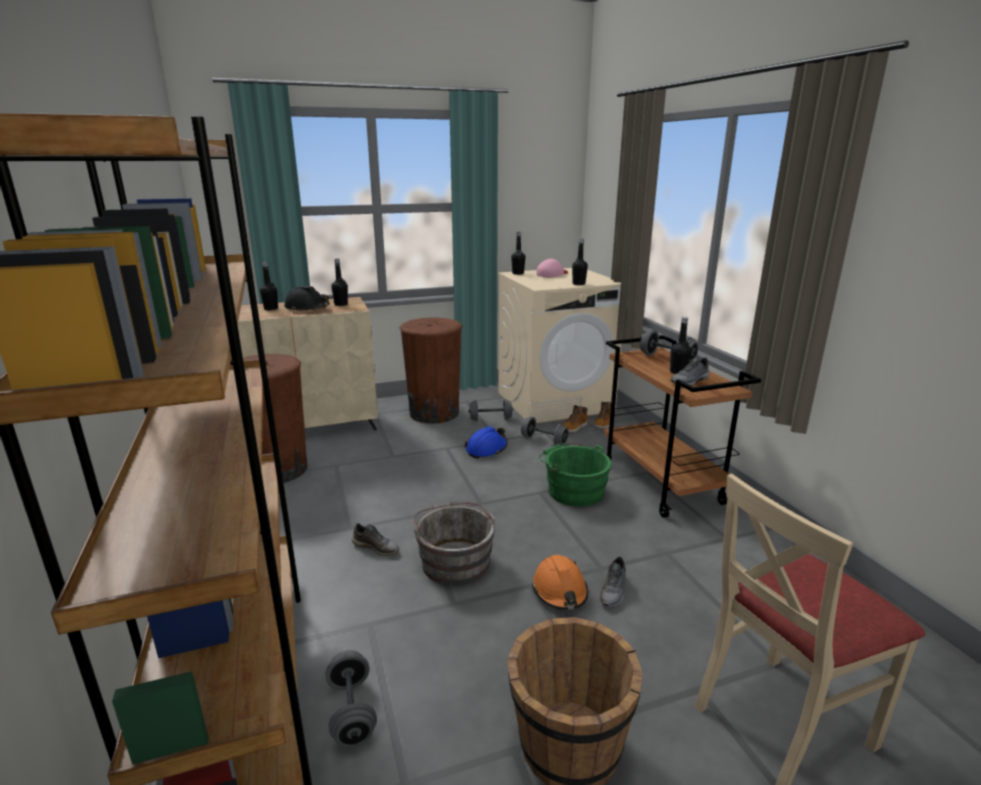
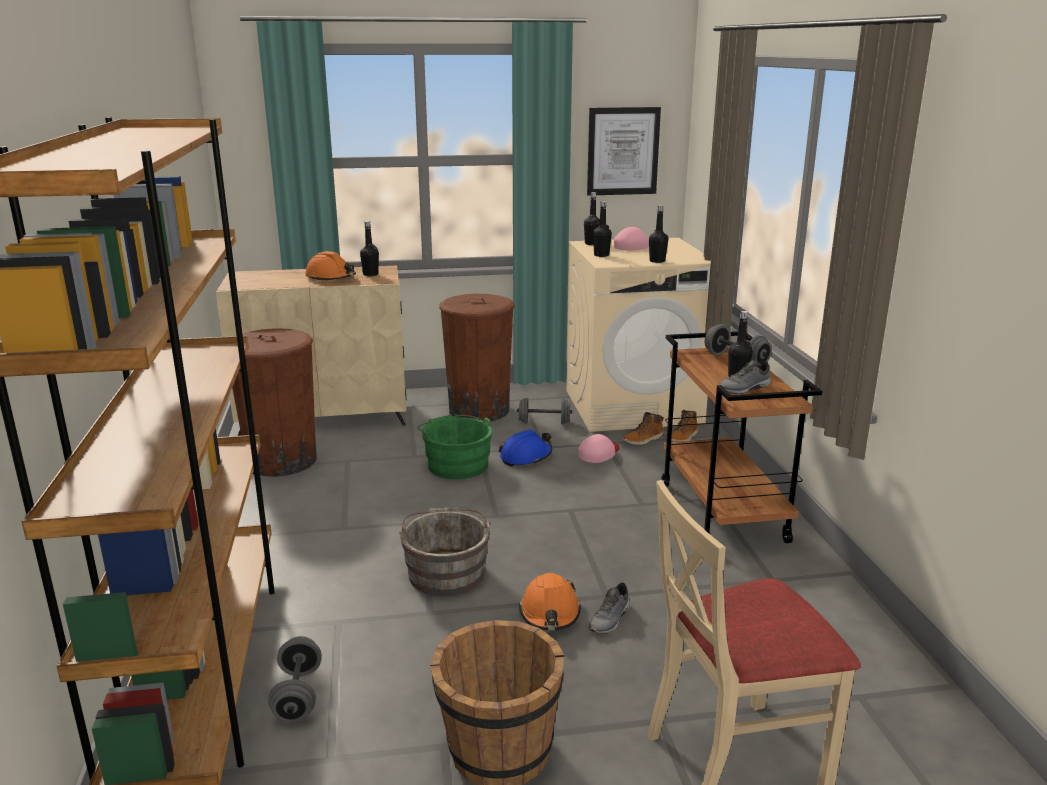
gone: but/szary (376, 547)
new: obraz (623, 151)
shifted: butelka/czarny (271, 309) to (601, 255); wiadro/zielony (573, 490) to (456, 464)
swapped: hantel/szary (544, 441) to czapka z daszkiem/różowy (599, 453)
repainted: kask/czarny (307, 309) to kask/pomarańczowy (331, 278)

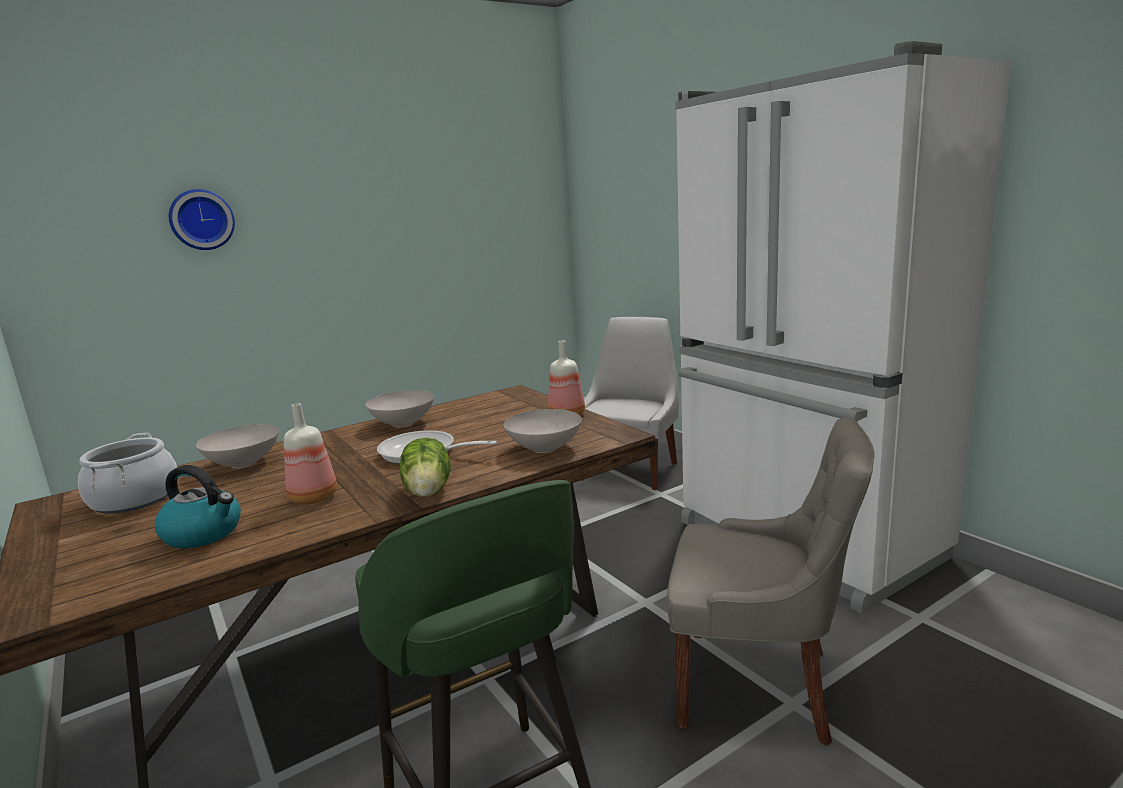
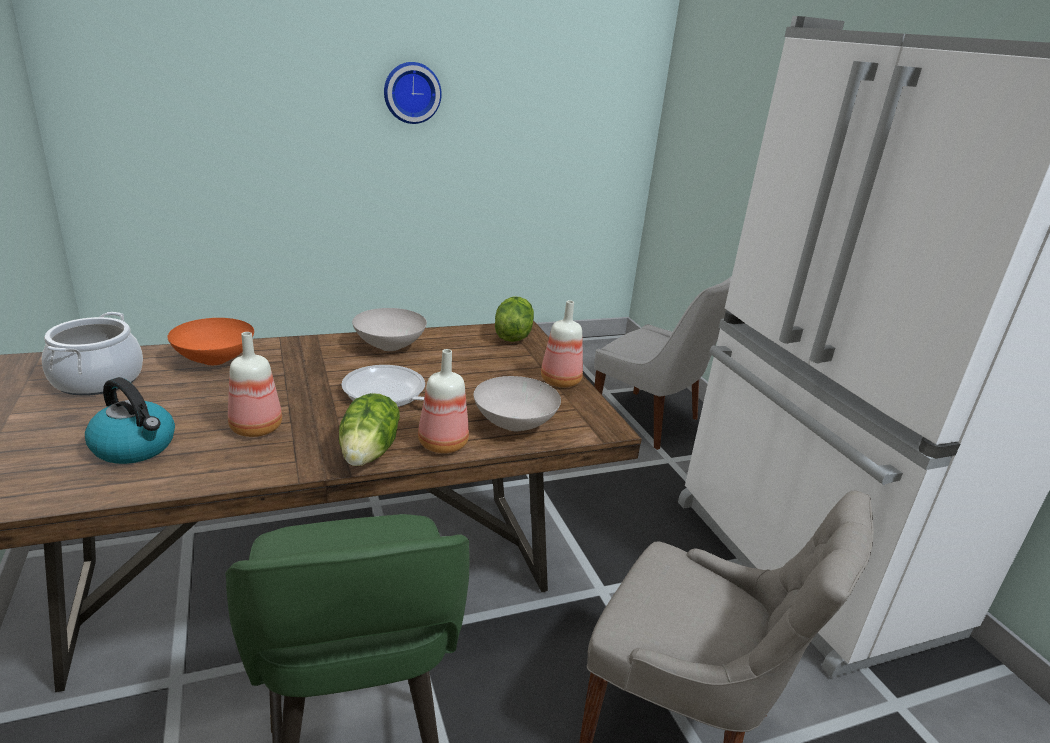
new: sałata (512, 335); butelka (443, 445)
shifted: zegar ścienny (201, 220) to (411, 92)
repainted: miska/biały (243, 464) to miska/pomarańczowy (214, 360)
rotated: krzesło/biały (631, 470) = (649, 421) 90 degrees clockwise

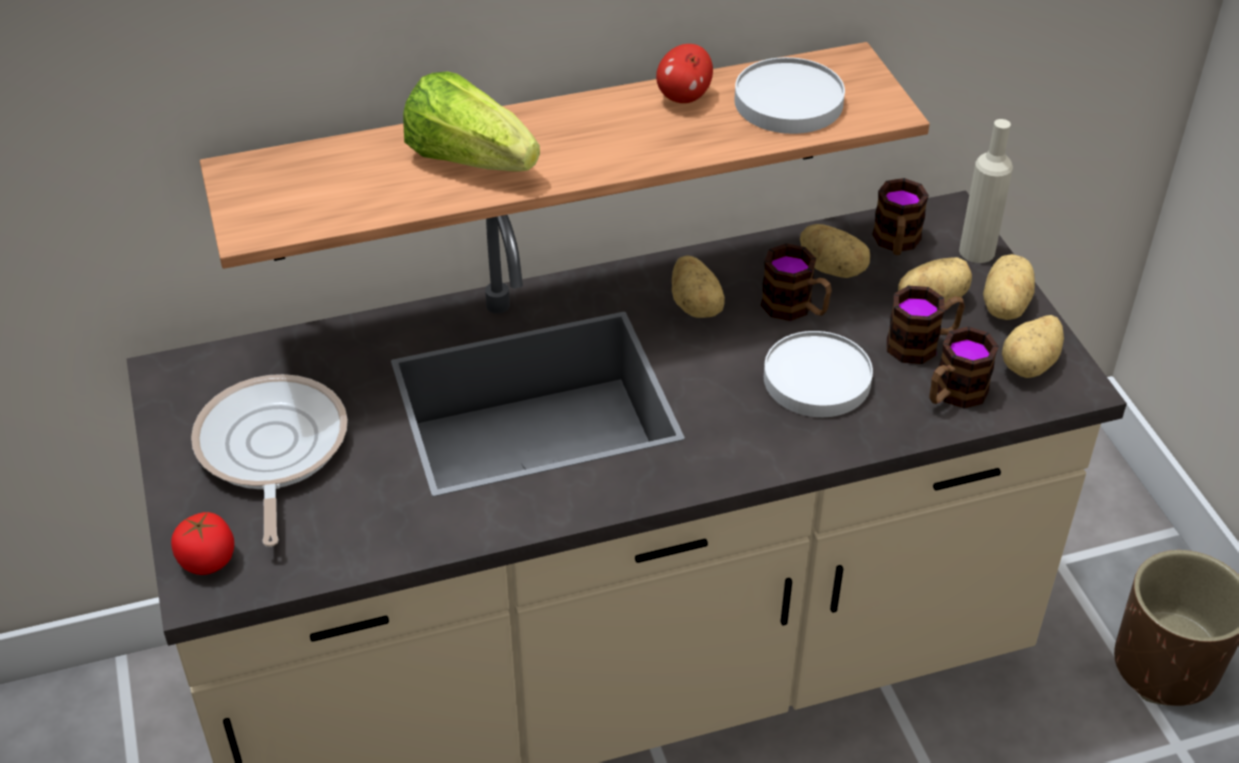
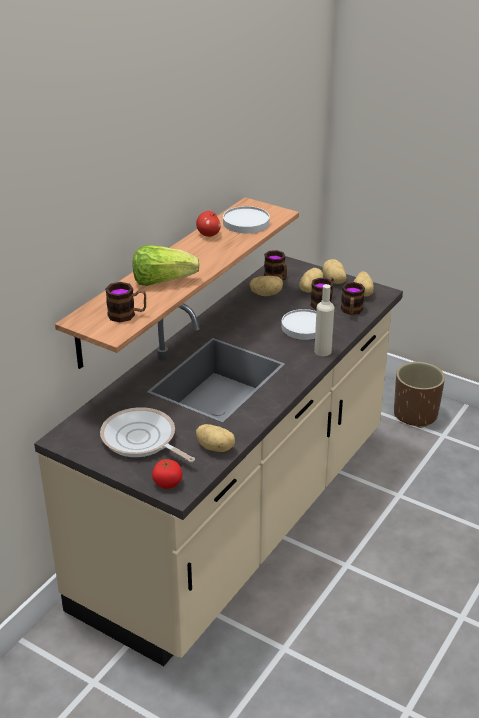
shifted: butelka/beżowy (977, 251) to (322, 351); kubek (795, 308) to (127, 315); ziemniak (697, 306) to (216, 447)

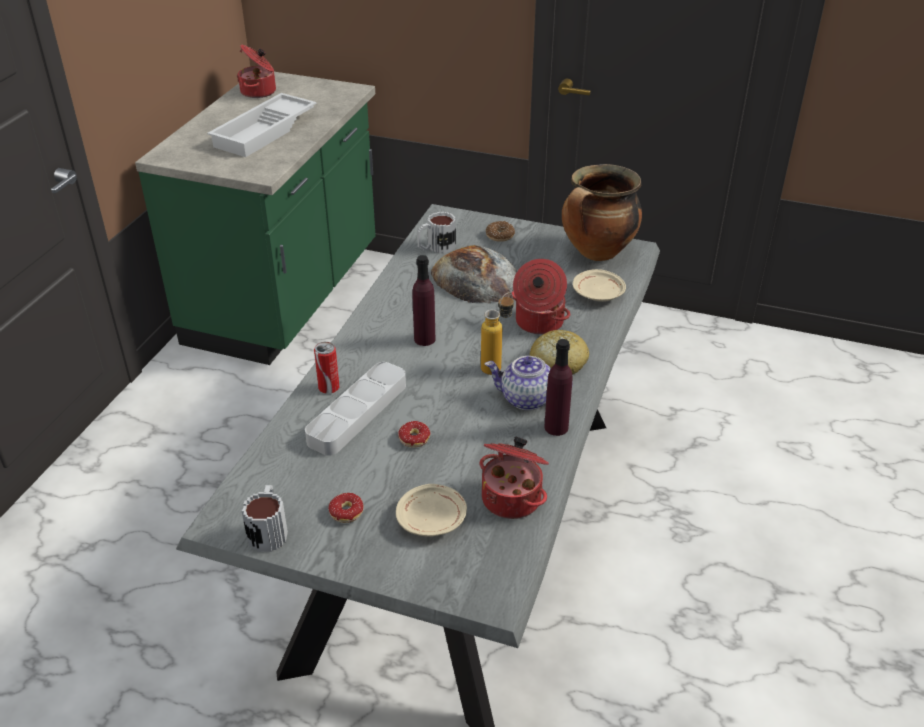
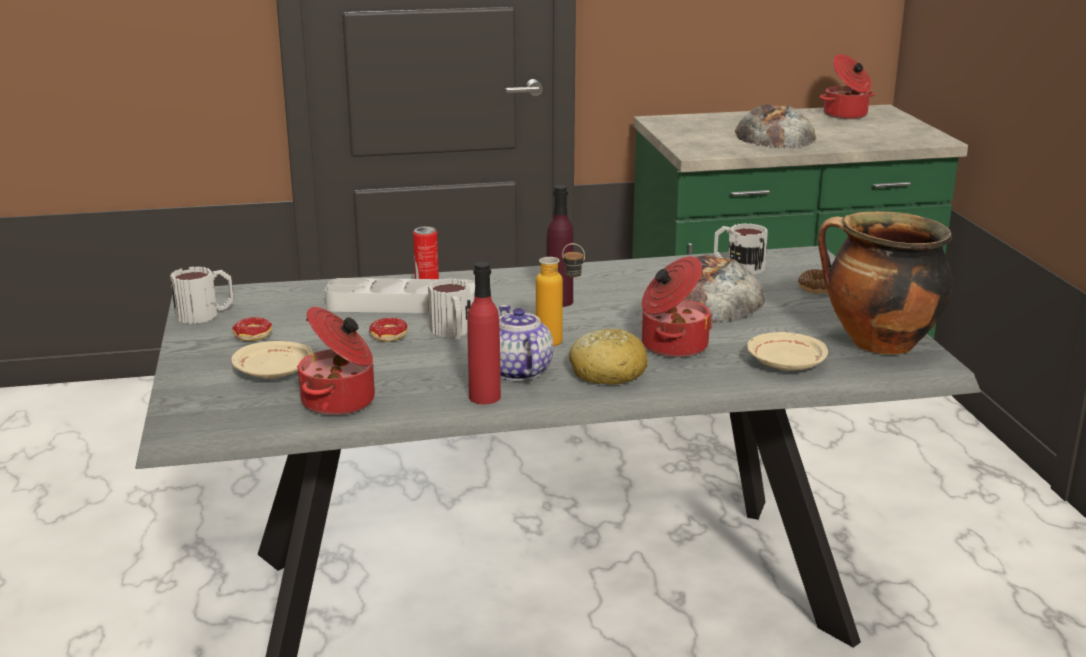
new: kubek (452, 332)
swapped: taca/biały (265, 132) to chleb (774, 135)
repainted: butelka/fioletowy (556, 427) to butelka/czerwony (484, 397)

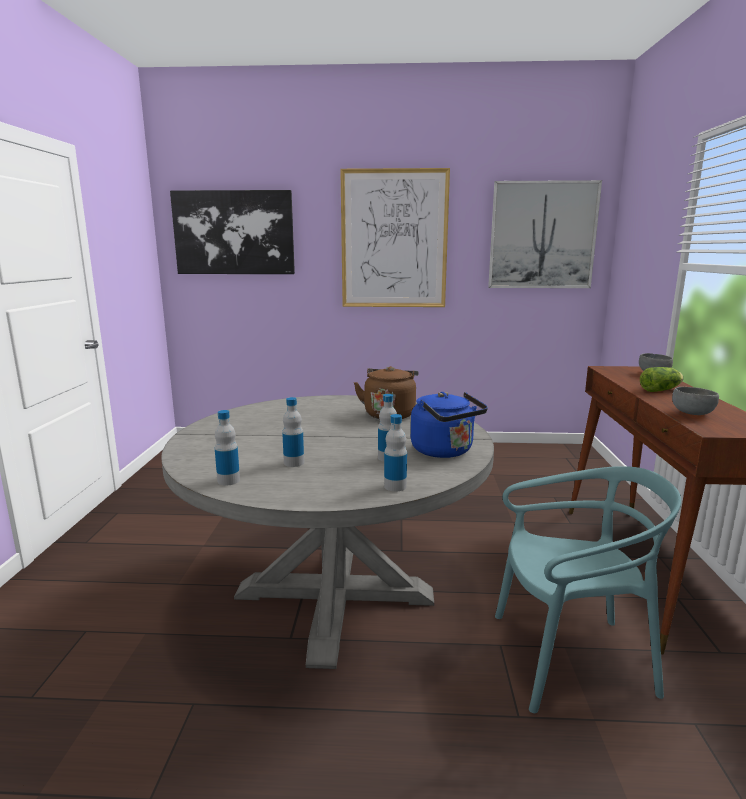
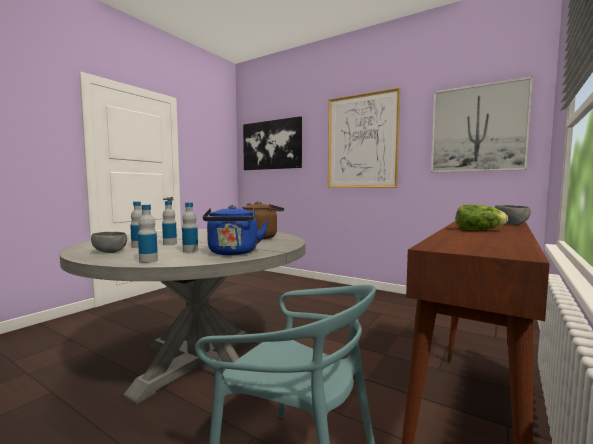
shifted: miska/szary (692, 414) to (110, 252); butelka (228, 480) to (170, 244)

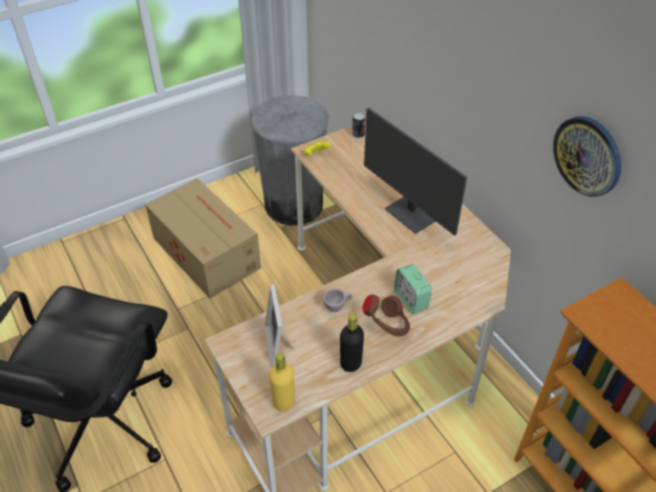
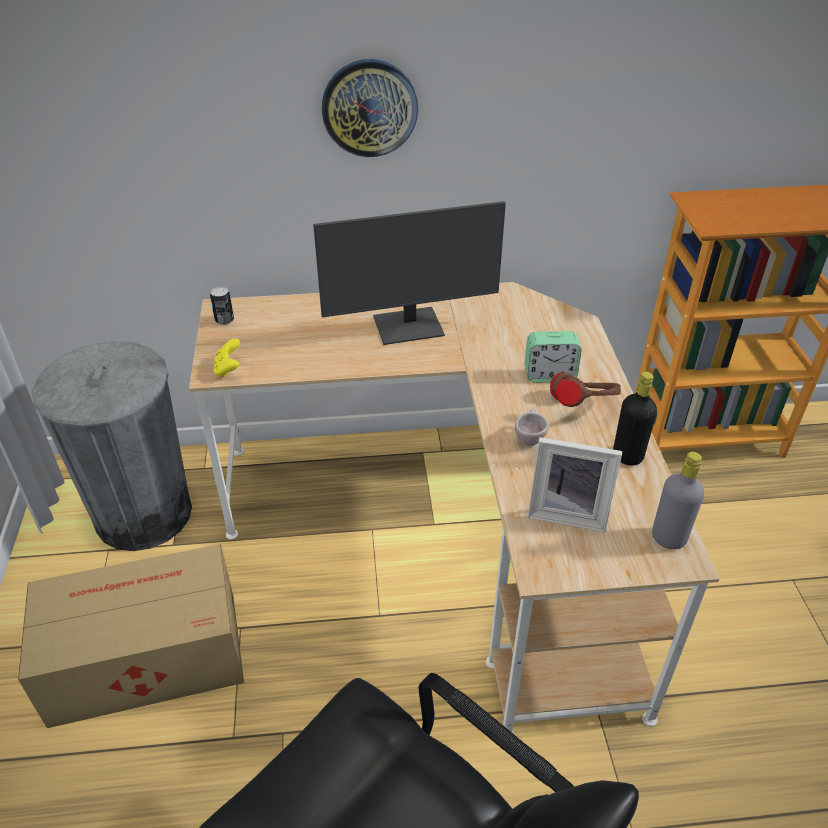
shifted: zegar ścienny (588, 156) to (369, 108)
repainted: butelka/żółty (283, 402) to butelka/szary (668, 538)

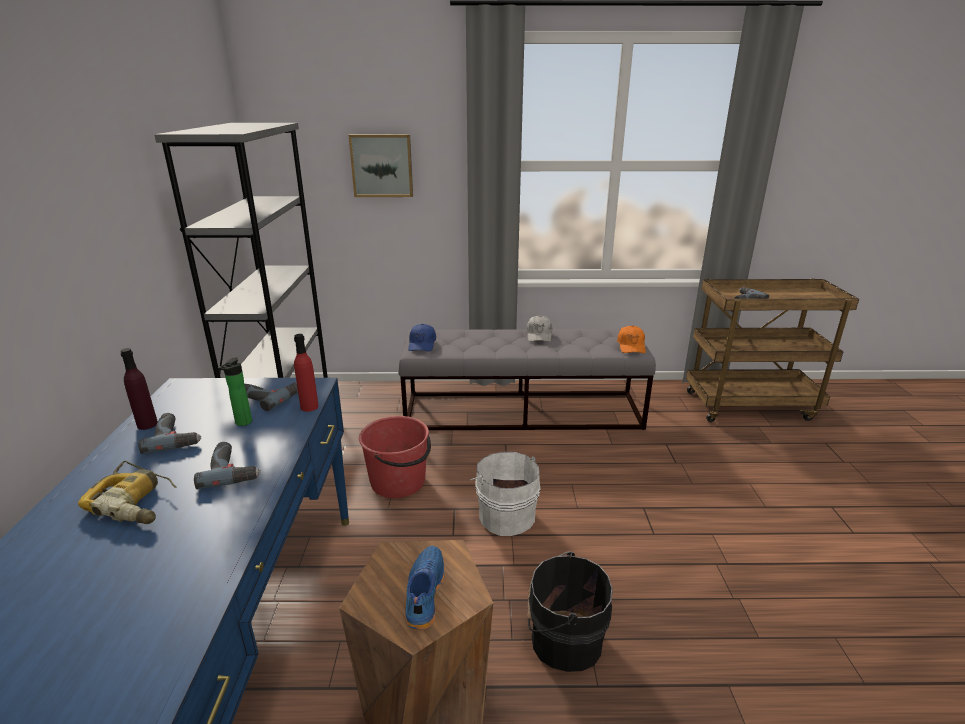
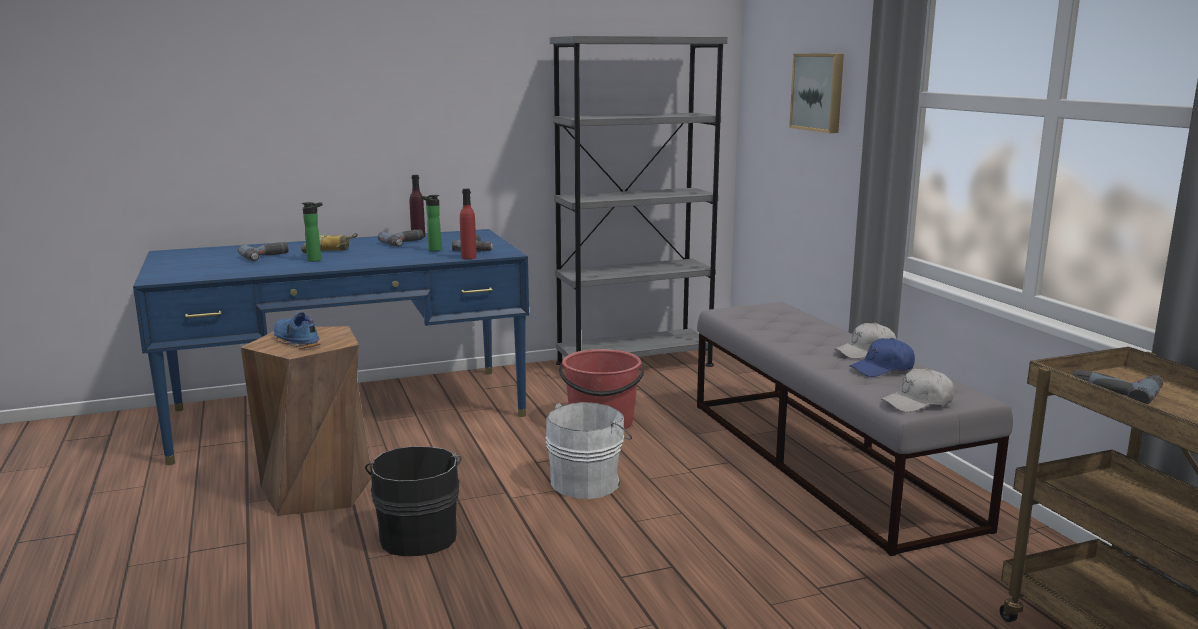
new: butelka (316, 260)
shifted: czapka z daszkiem/niebieski (422, 344) to (882, 369); wiertarka (233, 469) to (266, 257)
repainted: czapka z daszkiem/pomarańczowy (631, 346) to czapka z daszkiem/biały (918, 403)
rotated: but/niebieski (423, 593) = (295, 342) 120 degrees counterclockwise

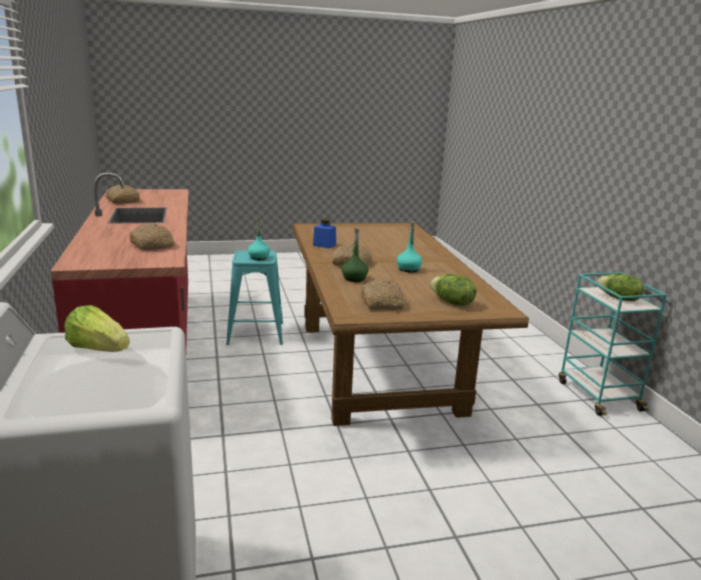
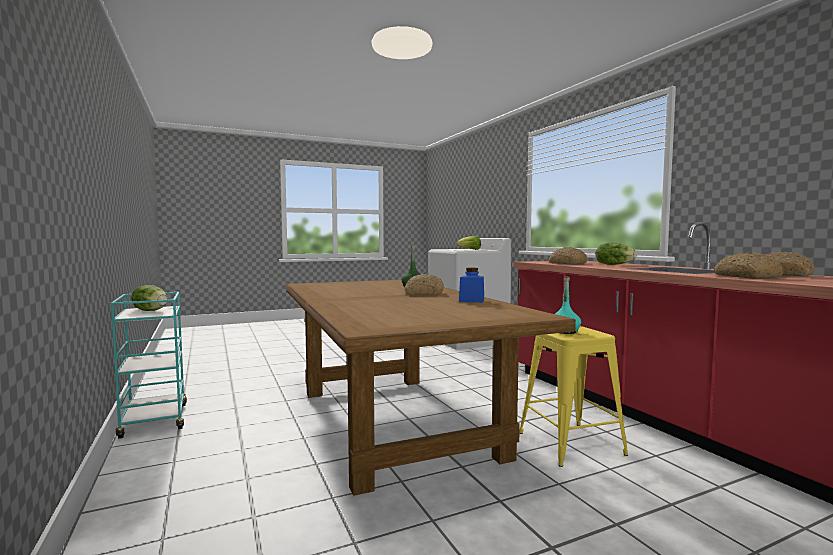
gone: butelka/turkusowy (408, 269)
shifted: sałata (451, 302) to (613, 264); chleb (383, 303) to (746, 277)
repainted: stołek/turkusowy (256, 333) to stołek/żółty (570, 443)

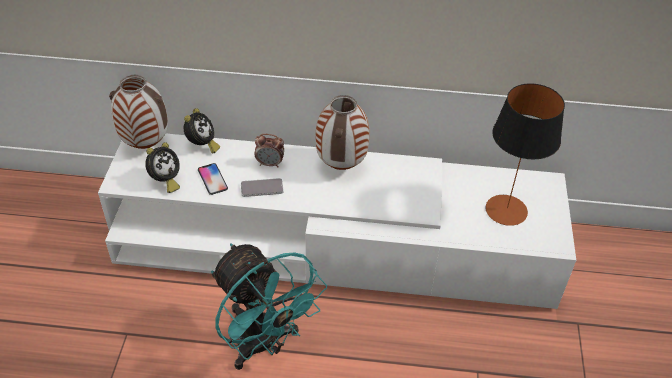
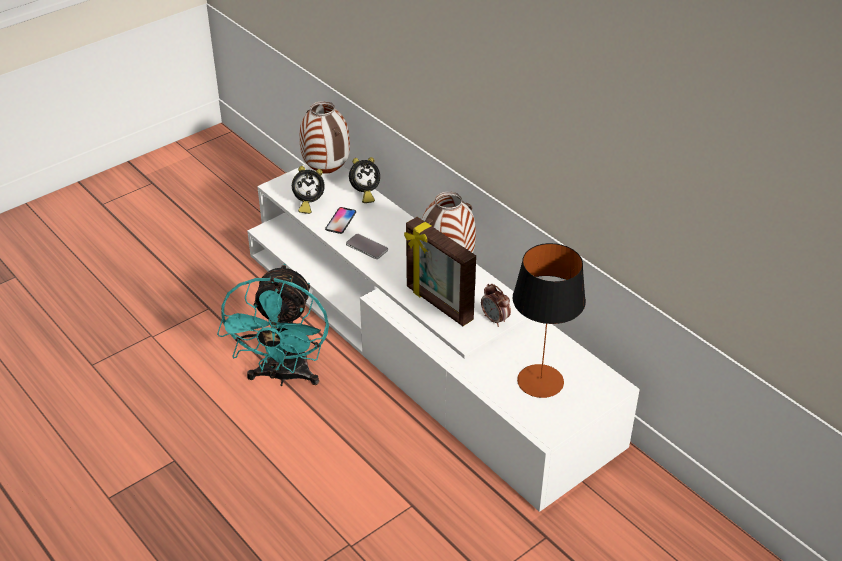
new: ramka na zdjęcie (438, 304)
shifted: budzik (270, 164) to (495, 319)

